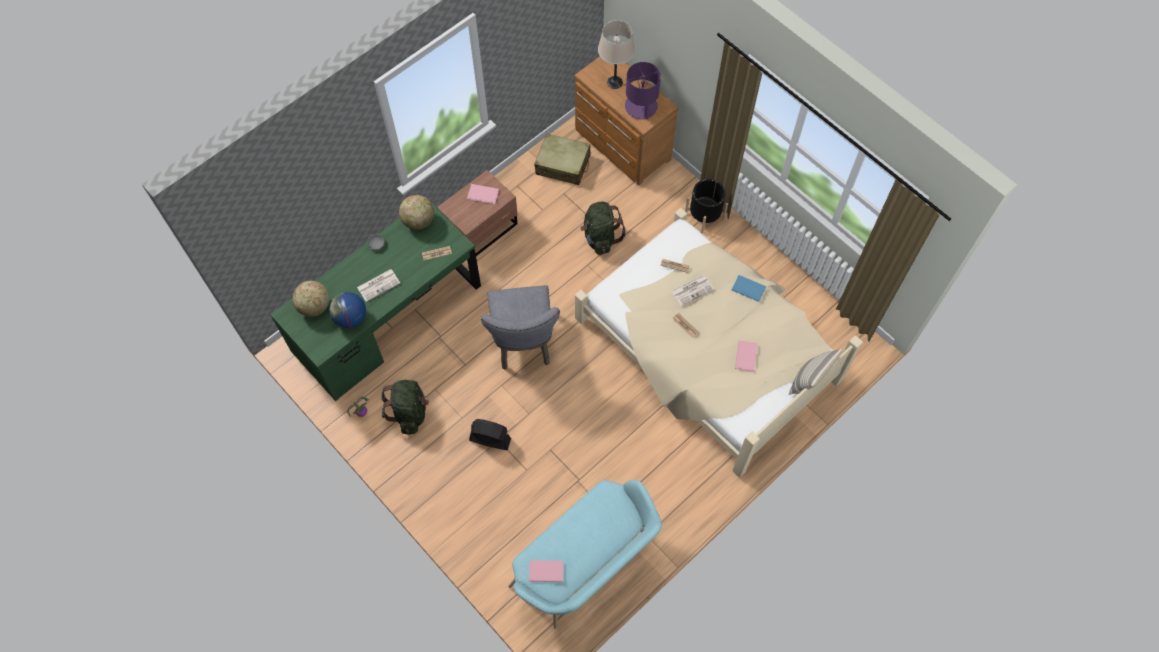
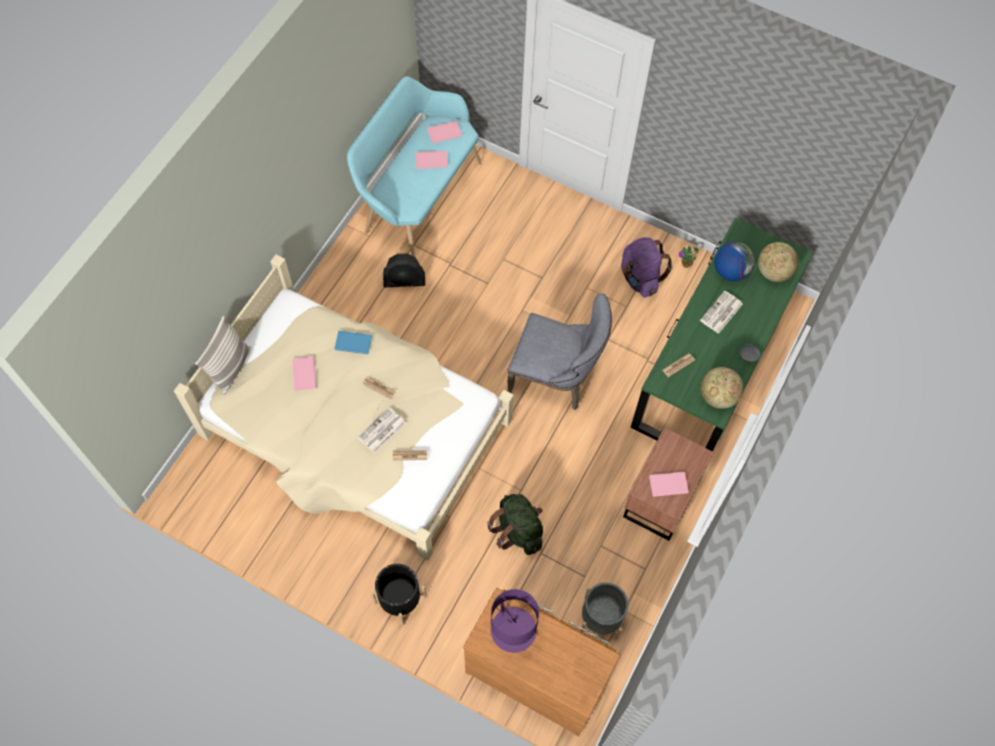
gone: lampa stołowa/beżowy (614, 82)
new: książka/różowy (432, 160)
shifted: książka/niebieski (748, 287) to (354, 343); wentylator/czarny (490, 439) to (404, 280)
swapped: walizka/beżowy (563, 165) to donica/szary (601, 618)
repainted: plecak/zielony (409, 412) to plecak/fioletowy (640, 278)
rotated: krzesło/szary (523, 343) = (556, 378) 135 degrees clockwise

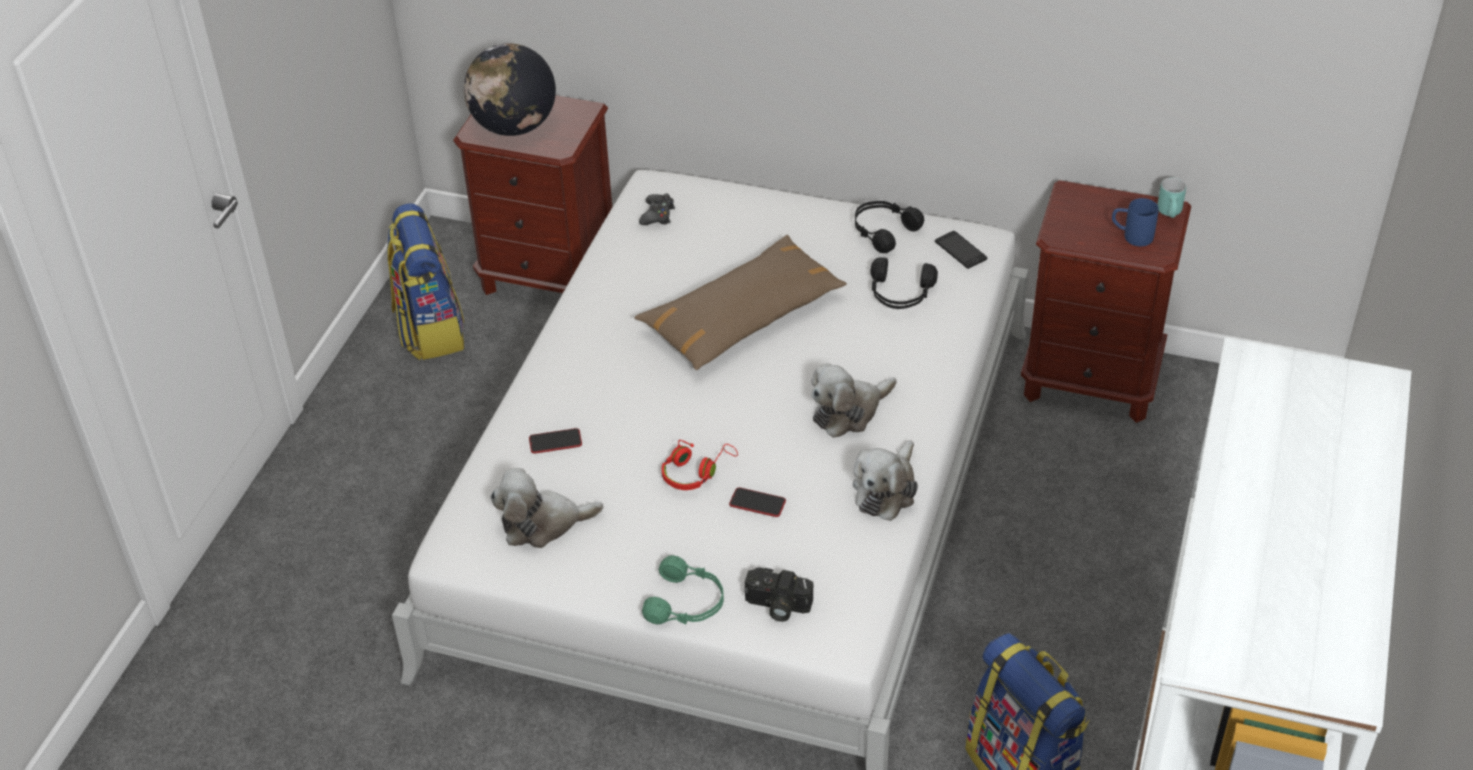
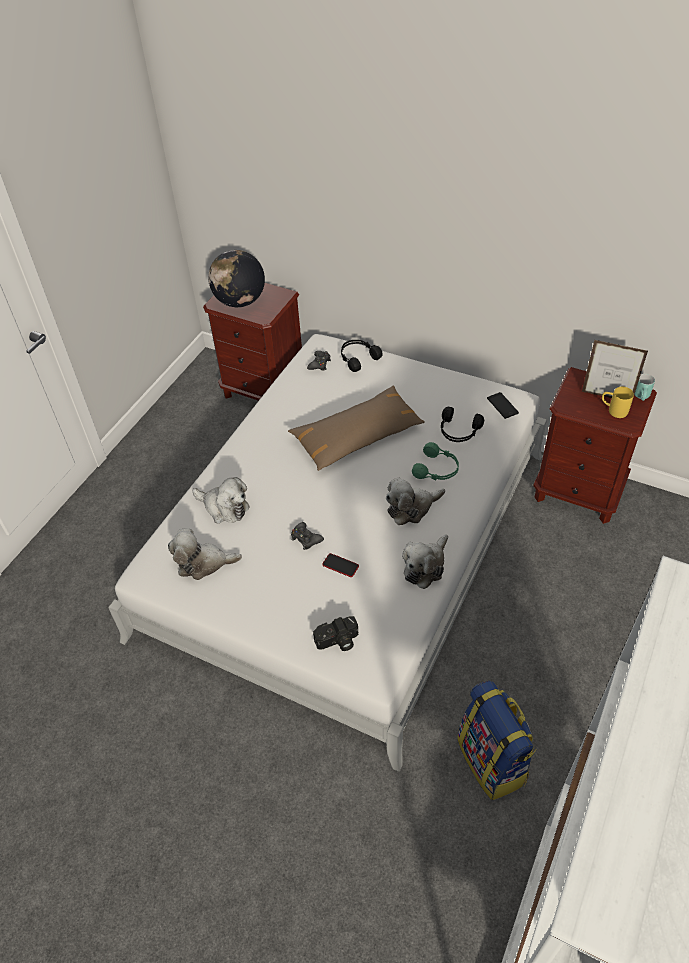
gone: plecak (429, 329)
new: ramka na zdjęcie (606, 397)
shifted: słuchawki/czarny (883, 231) to (358, 358); słuchawki/zielony (687, 603) to (437, 469)
swapped: telefon (555, 442) to pluszak (224, 507); słuchawki/czerwony (696, 471) to pad do gier/czarny (306, 539)
repainted: kubek/niebieski (1131, 236) to kubek/żółty (613, 410)
rotated: aparat fotograficzny (777, 606) = (338, 642) 45 degrees counterclockwise

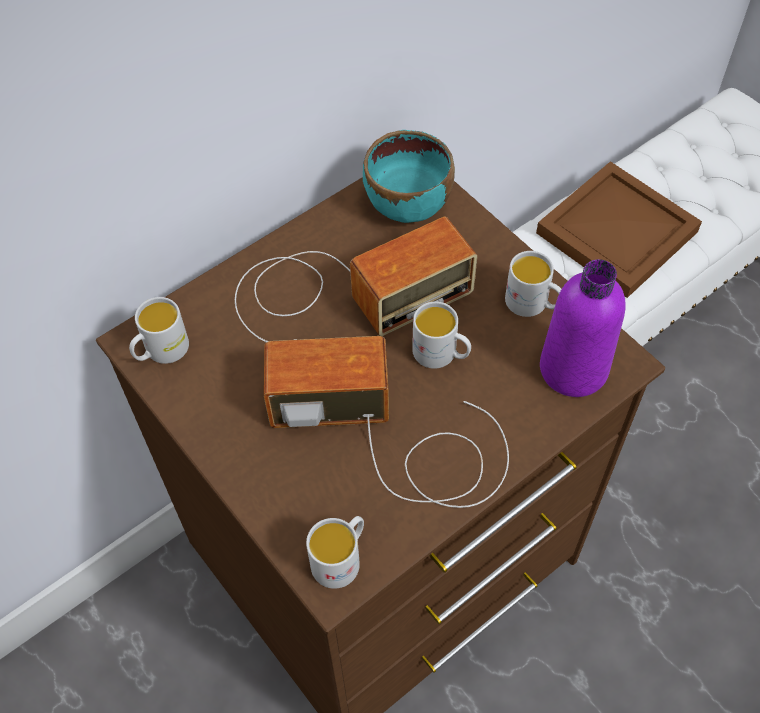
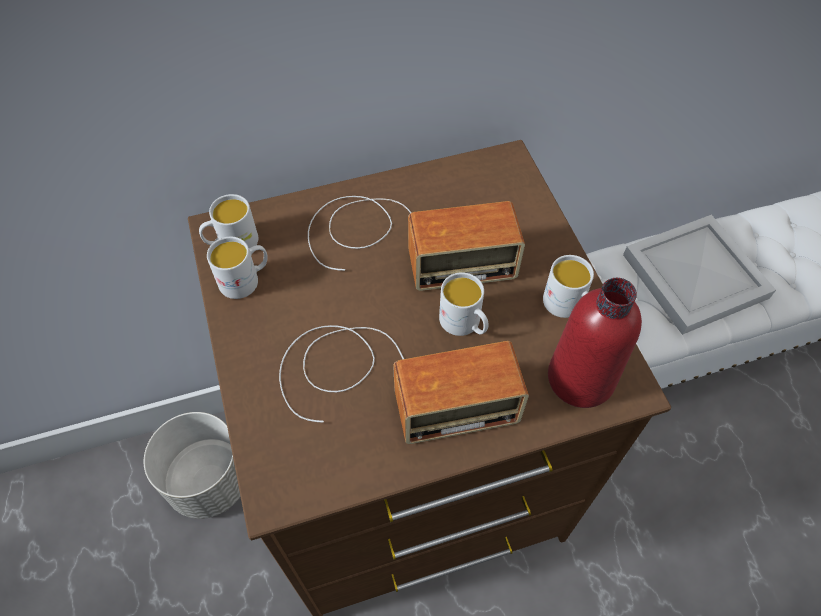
gone: miska/turkusowy (407, 204)
new: donica/szary (210, 481)
shifted: kubek/biały (341, 558) to (245, 280)
repainted: taca/brązowy (619, 232) to taca/biały (697, 277); butelka/fioletowy (573, 369) to butelka/czerwony (580, 378)
rotated: radio (393, 436) = (388, 382) 150 degrees clockwise

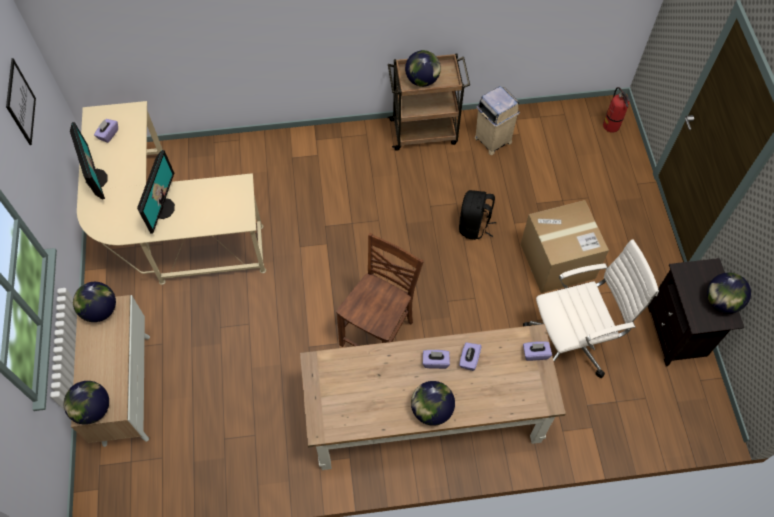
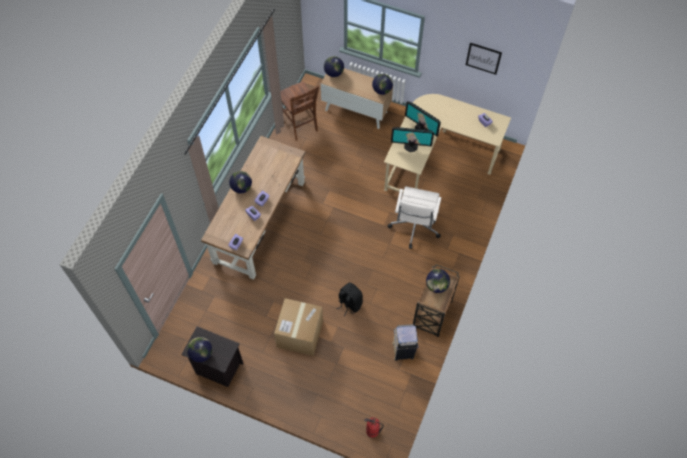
shifted: monitor (96, 179) to (411, 146); krzesło/brązowy (379, 333) to (299, 125); krzesło biurowe/biały (573, 340) to (414, 227)

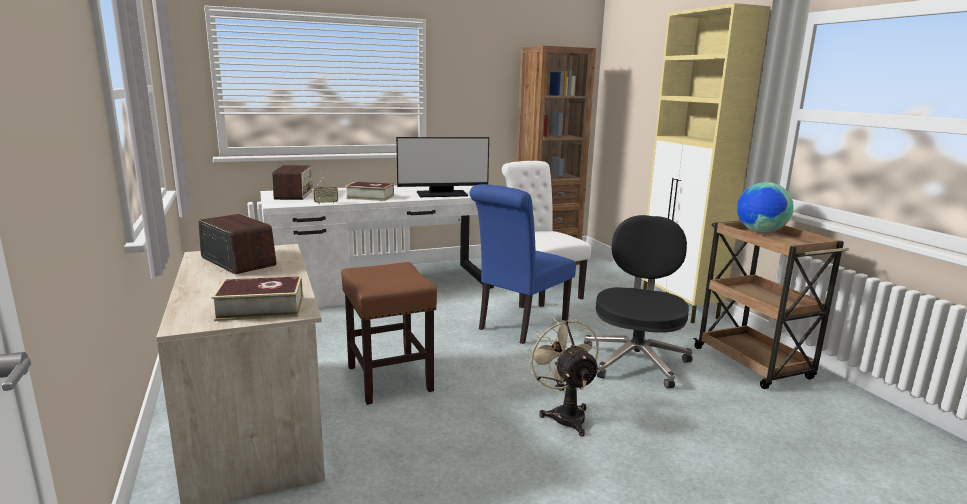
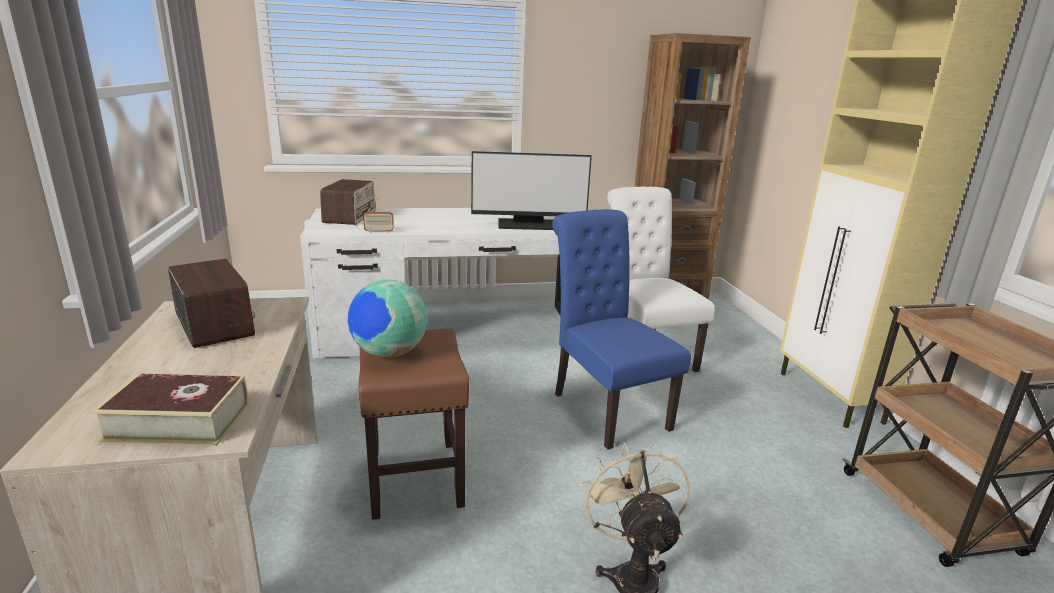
gone: książka (370, 197); krzesło biurowe/czarny (635, 360)
shifted: globus (760, 232) to (389, 353)
rotated: krzesło/niebieski (519, 325) = (605, 407) 105 degrees clockwise

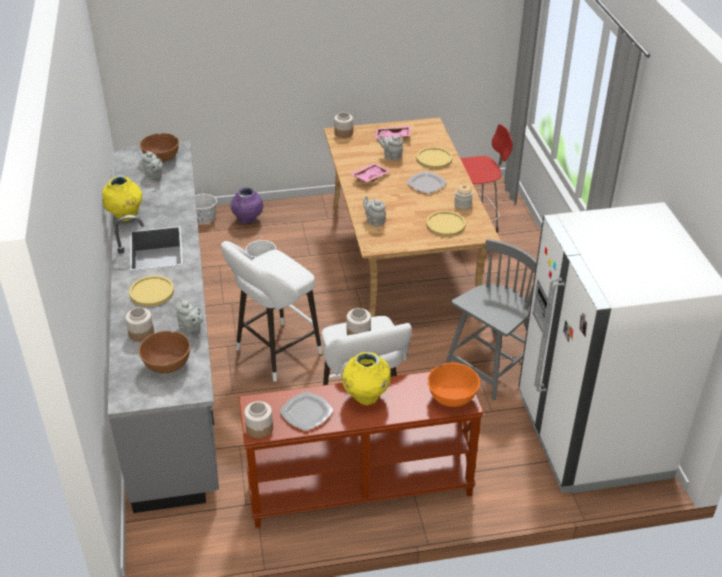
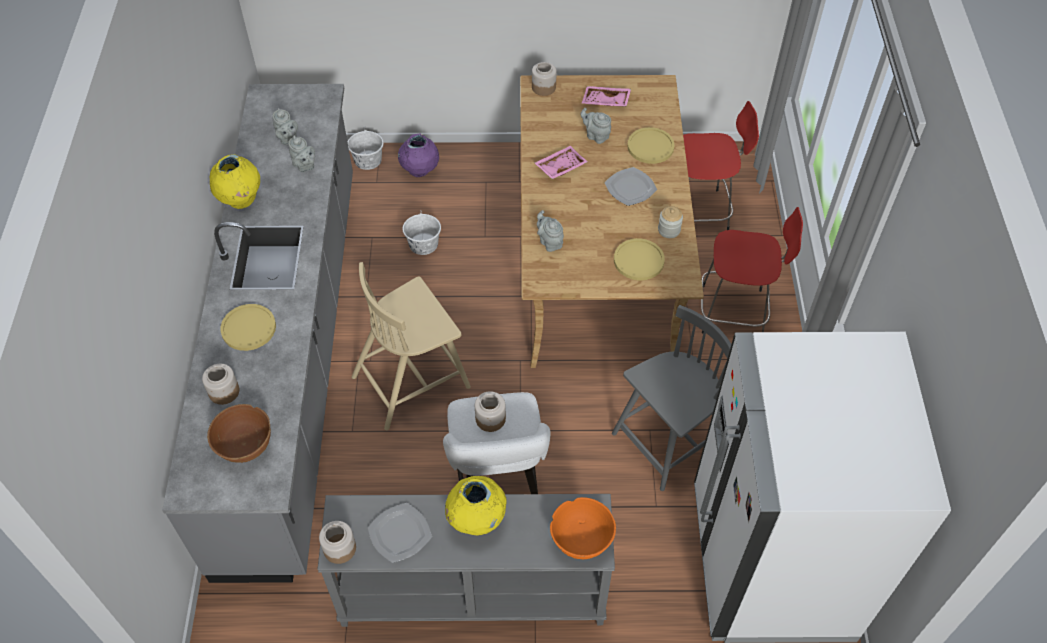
gone: miska/brązowy (161, 158)
new: stołek/czerwony (735, 311)
shifted: imbryk/szary (191, 328) to (304, 166)
swapped: stołek/biały (274, 353) to krzesło/beżowy (412, 380)
repainted: stolik konsolowy/brązowy (359, 489) to stolik konsolowy/szary (472, 594)

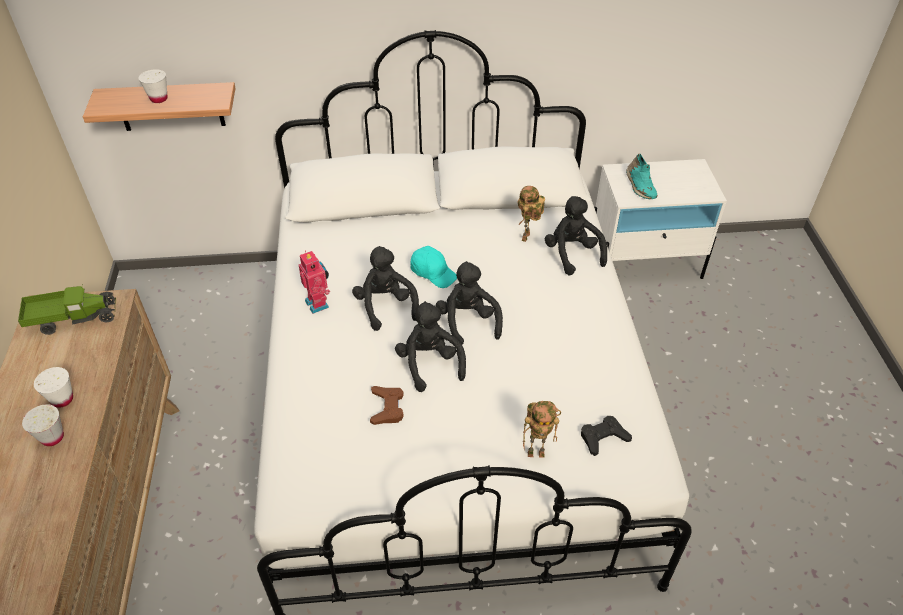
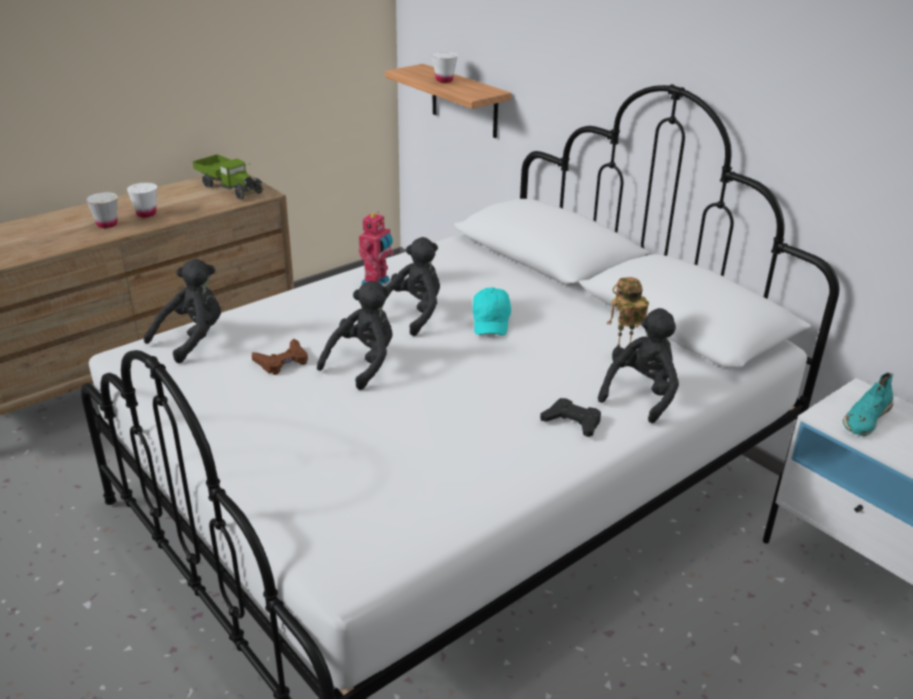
gone: robot zabawkowy (537, 452)
shifted: pluszak/czarny (468, 322) to (193, 339); pad do gier/czarny (603, 437) to (572, 422)

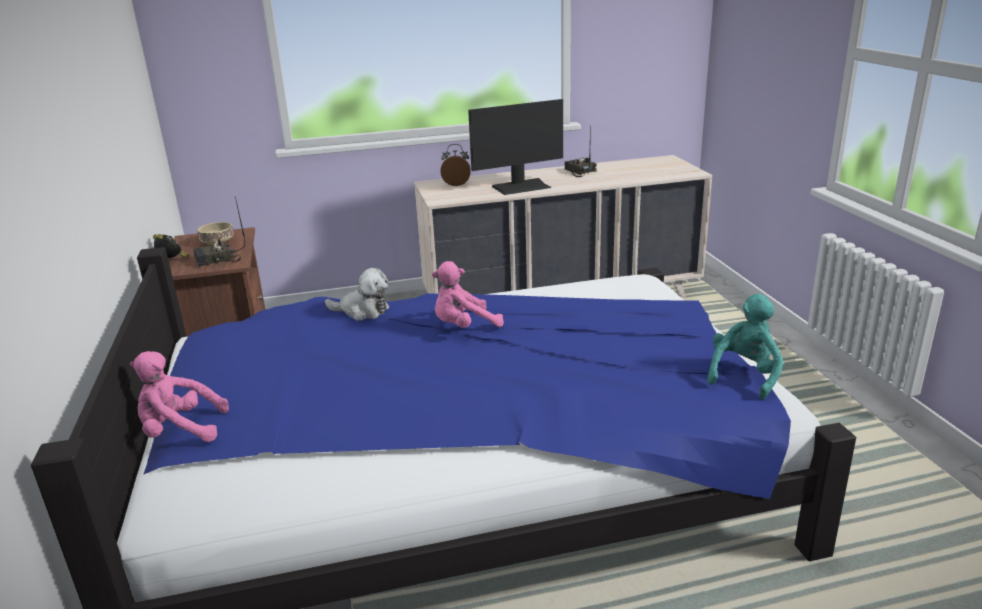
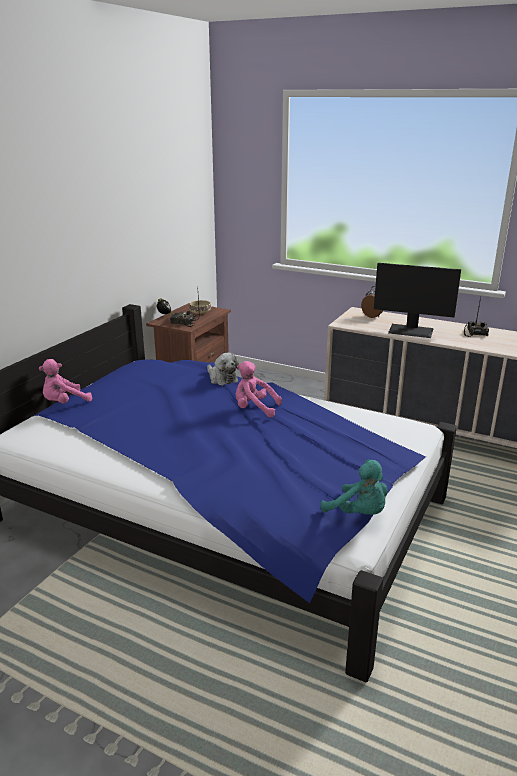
rotated: pluszak/turkusowy (744, 375) = (359, 513) 60 degrees clockwise; pluszak/różowy (180, 431) = (64, 403) 75 degrees counterclockwise

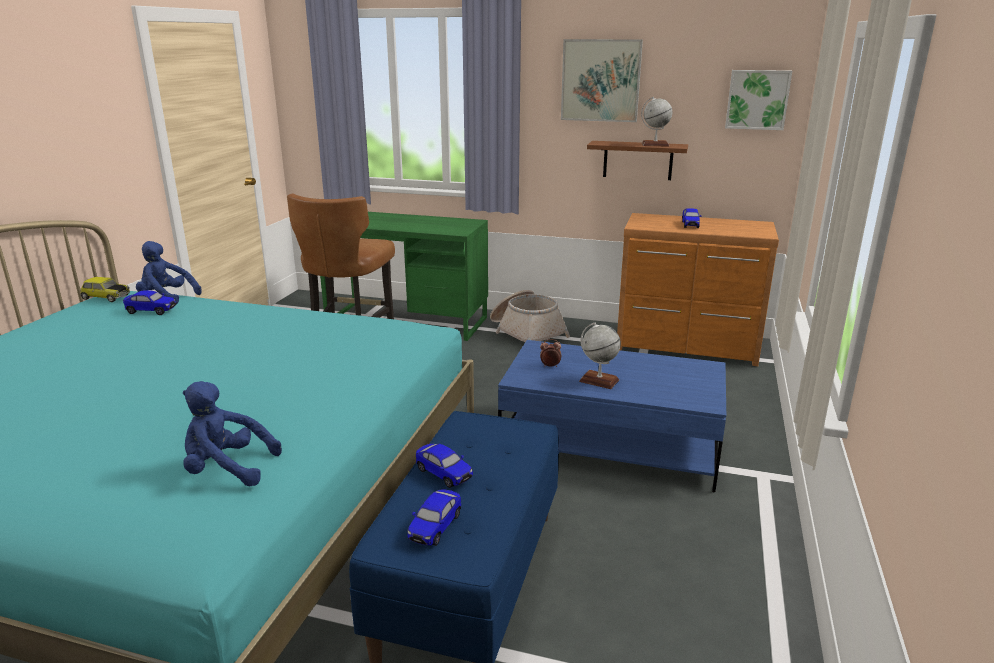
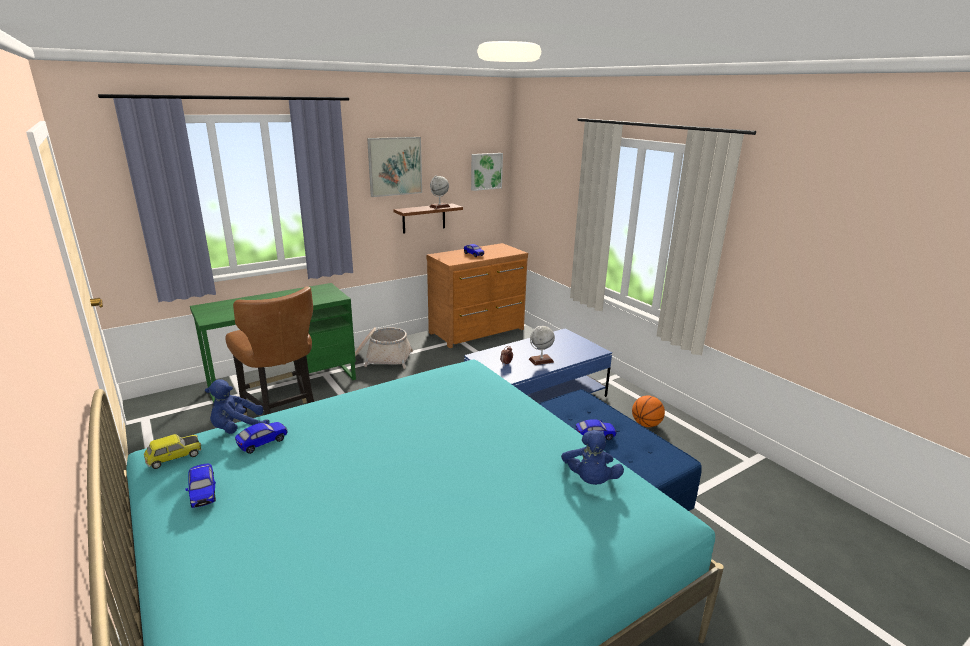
new: piłka do koszykówki (646, 424)
shifted: samochodzik (435, 527) to (203, 493)
rotated: pluszak/niebieski (227, 469) = (590, 480) 45 degrees counterclockwise

